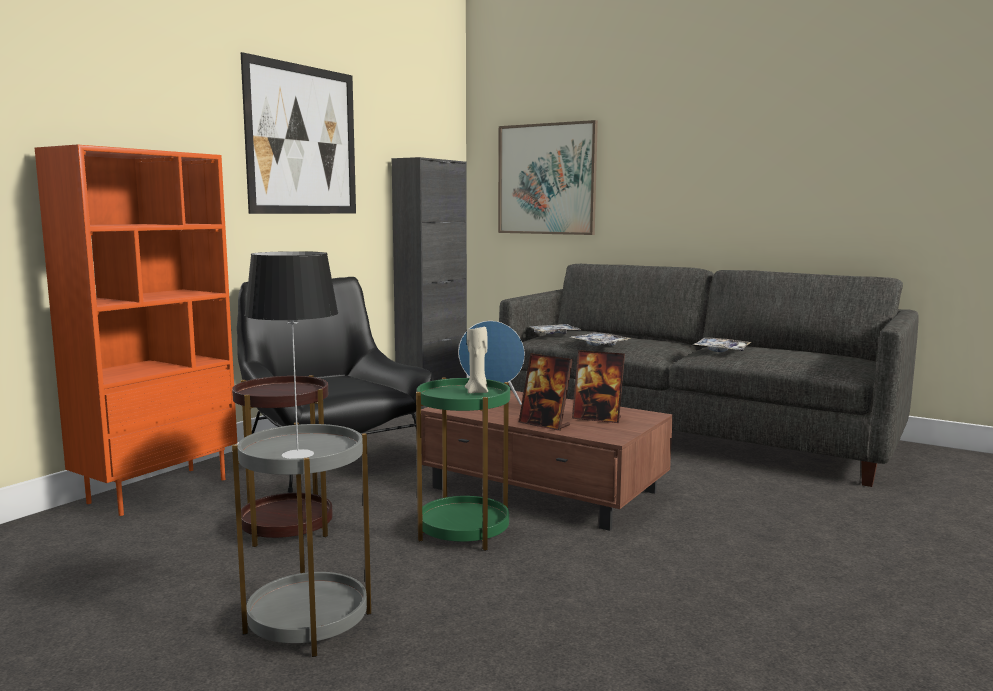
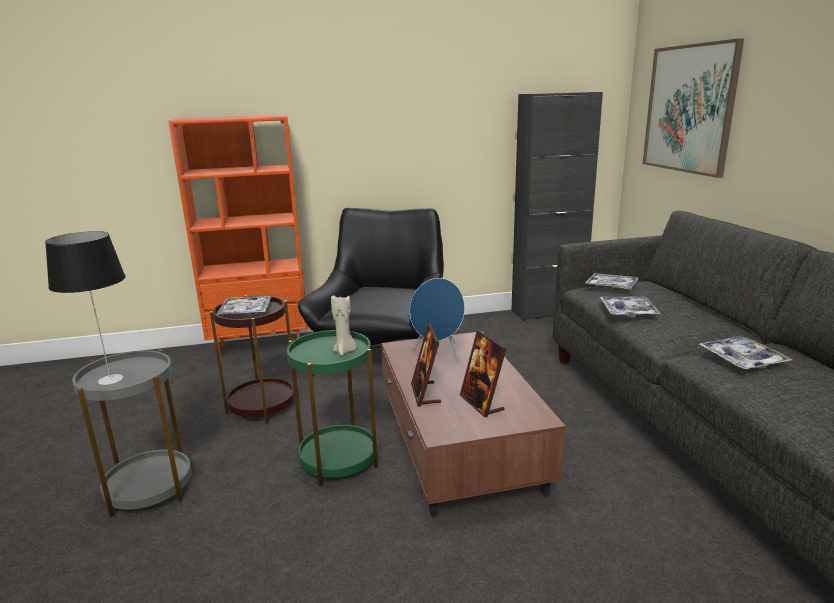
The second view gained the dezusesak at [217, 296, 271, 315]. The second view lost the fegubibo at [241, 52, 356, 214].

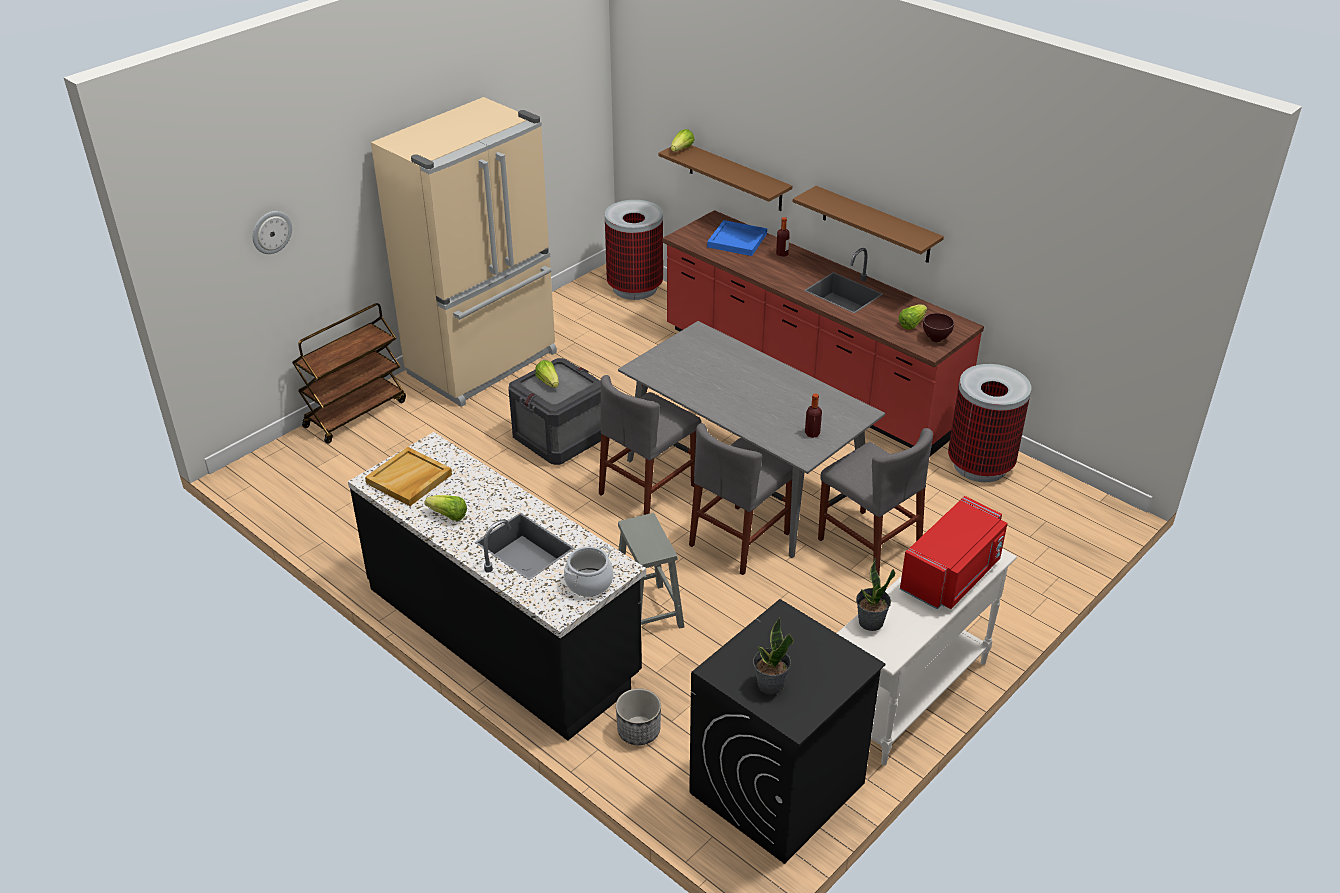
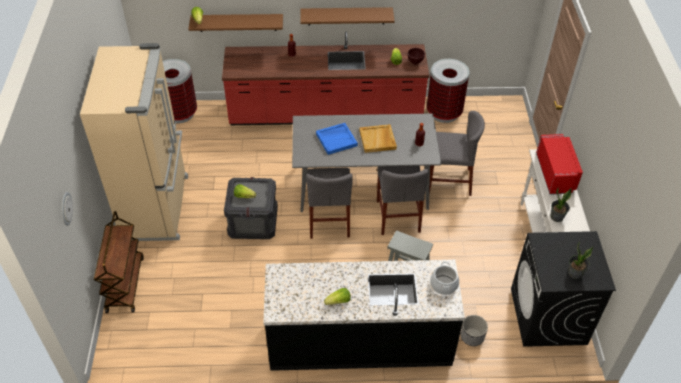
The dezusesak (blue) ended up elsewhere, having gone from [707, 220, 767, 256] to [316, 123, 358, 155]. The dezusesak (beige) ended up elsewhere, having gone from [365, 447, 452, 506] to [359, 124, 397, 153].

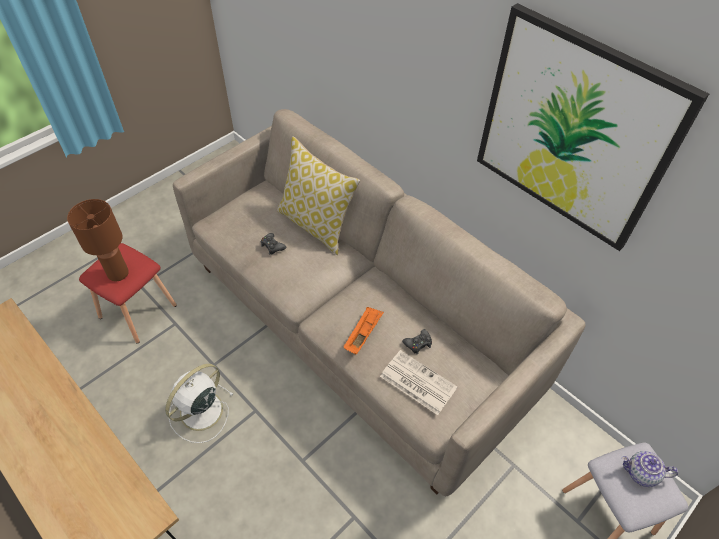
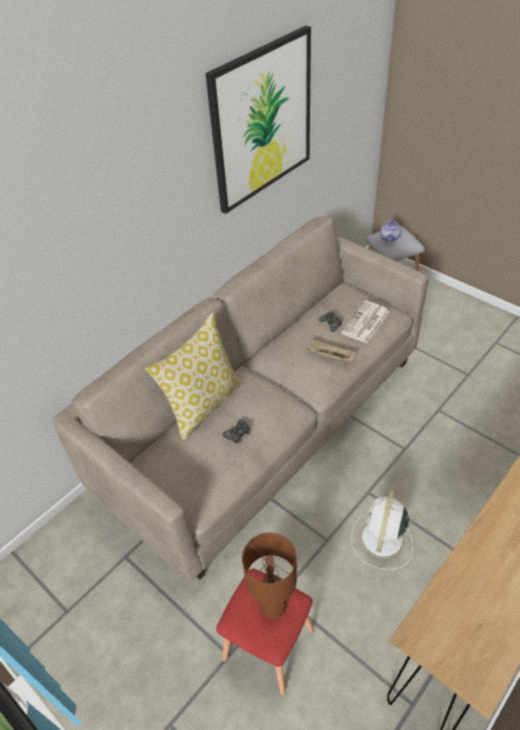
What was the dezusesak (orange) at [344, 307, 384, 355] turned into the dezusesak (beige) at [307, 339, 356, 361]. The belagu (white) at [165, 364, 234, 443] ended up facing another way, 75 degrees clockwise from before.

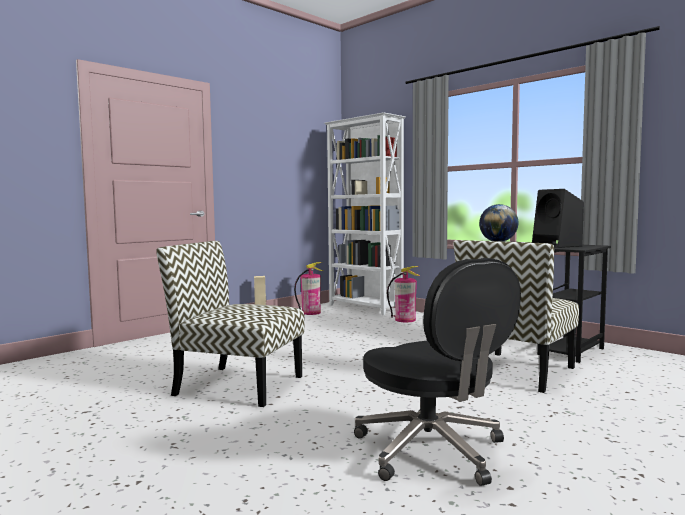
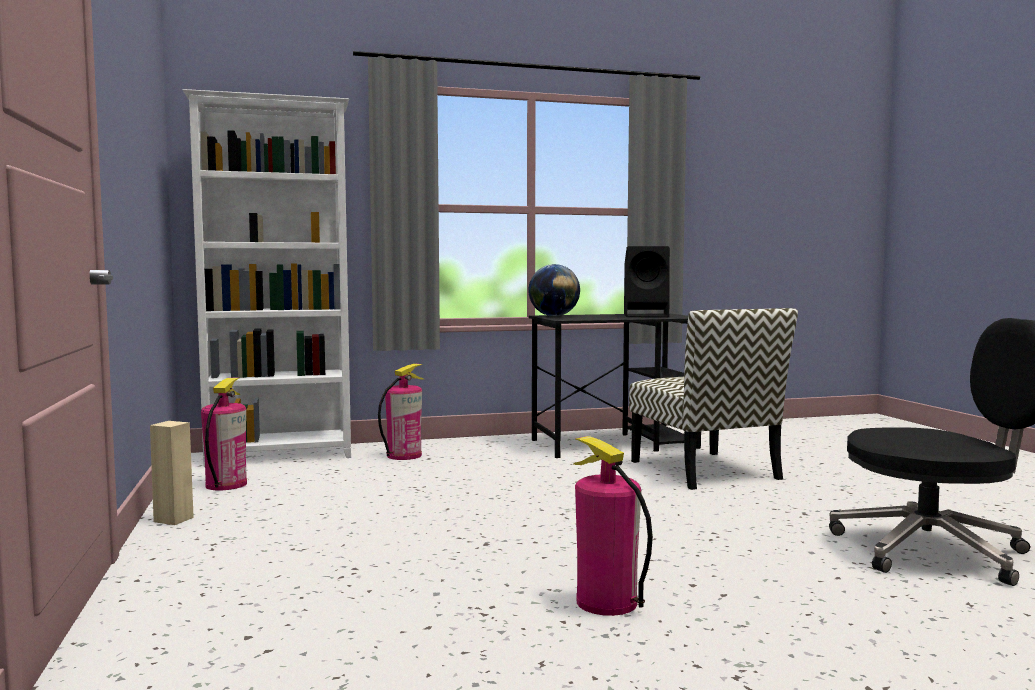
Where the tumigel stood at [156, 241, 305, 407], the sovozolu came to stand at [574, 436, 653, 616].

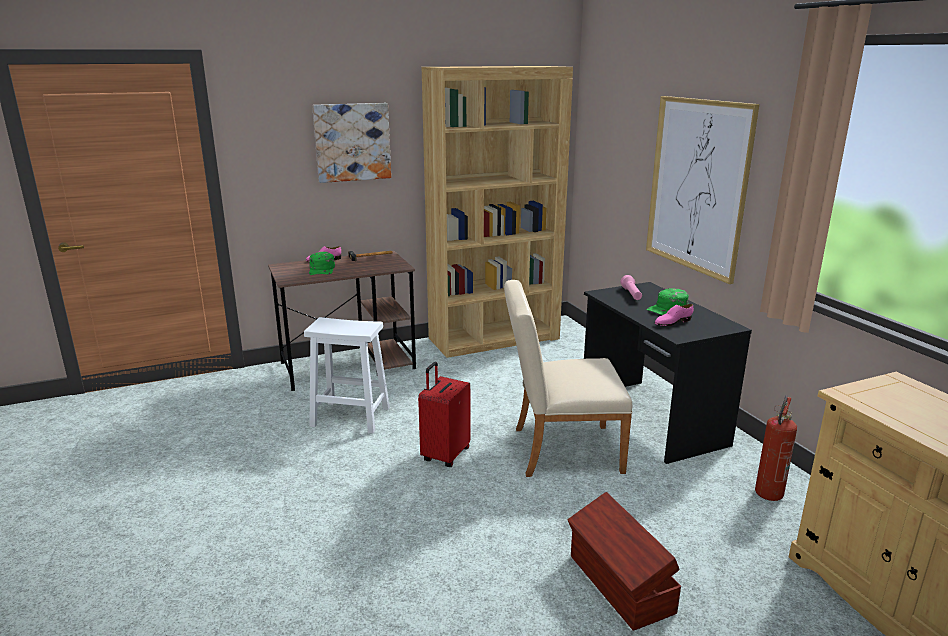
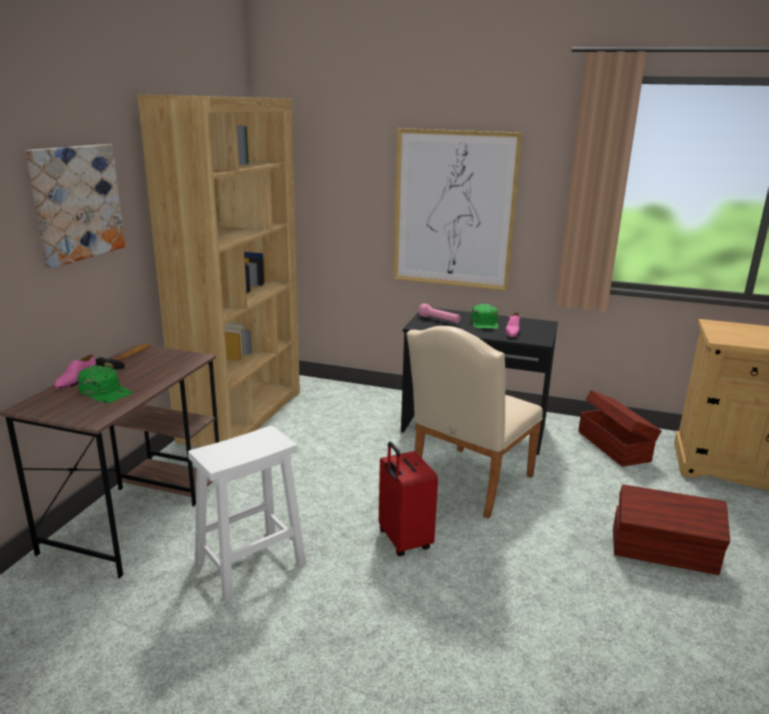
Where the sovozolu stood at [755, 395, 797, 501], the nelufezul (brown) came to stand at [578, 390, 661, 467].

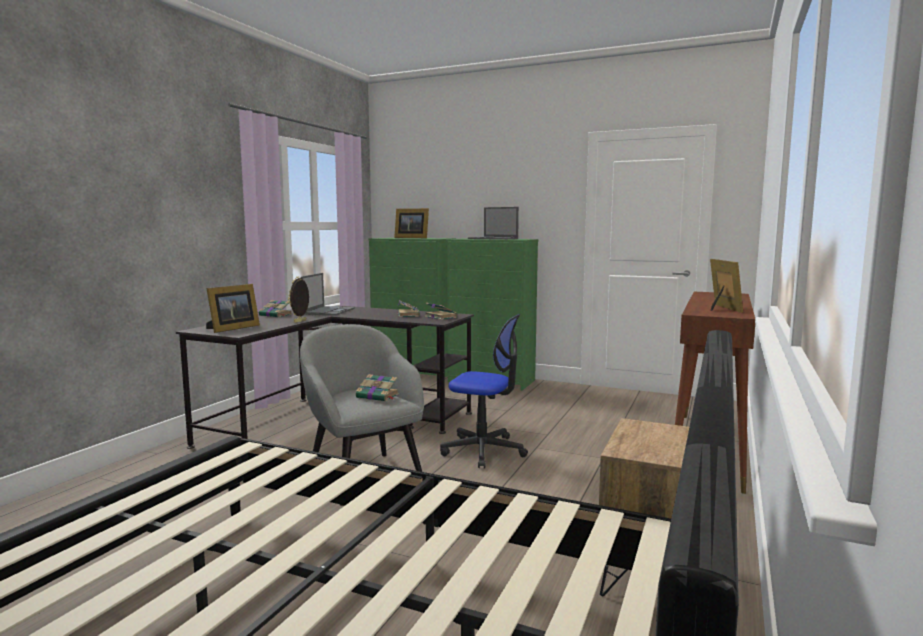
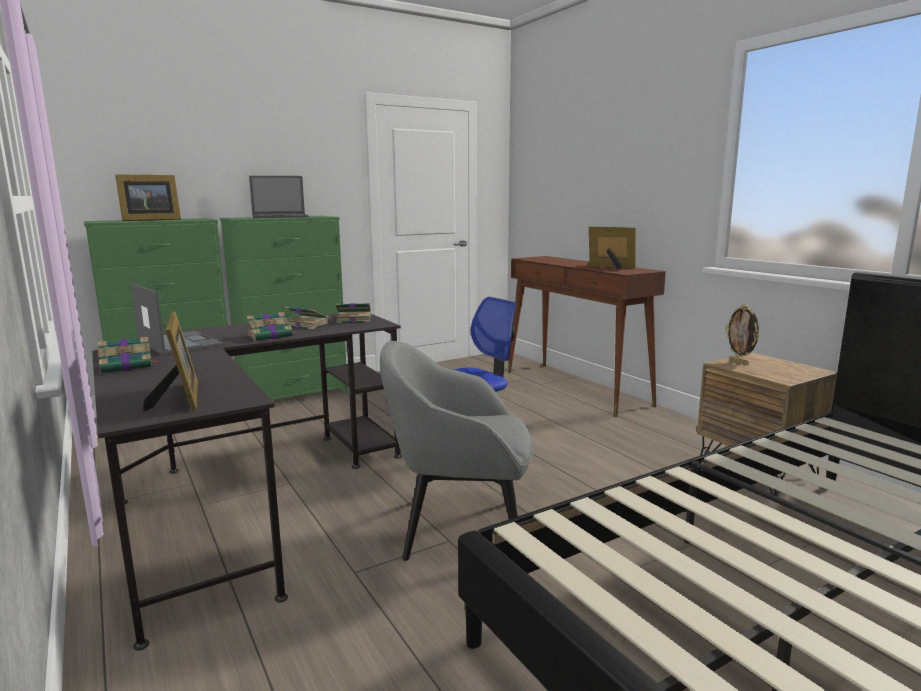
The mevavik ended up elsewhere, having gone from [356, 374, 399, 402] to [246, 312, 298, 341]. The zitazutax ended up elsewhere, having gone from [288, 277, 309, 323] to [725, 304, 760, 365].

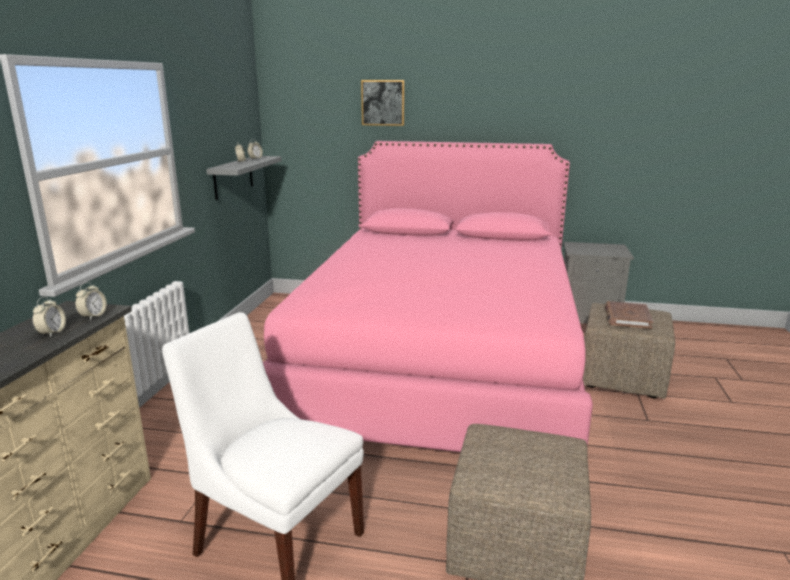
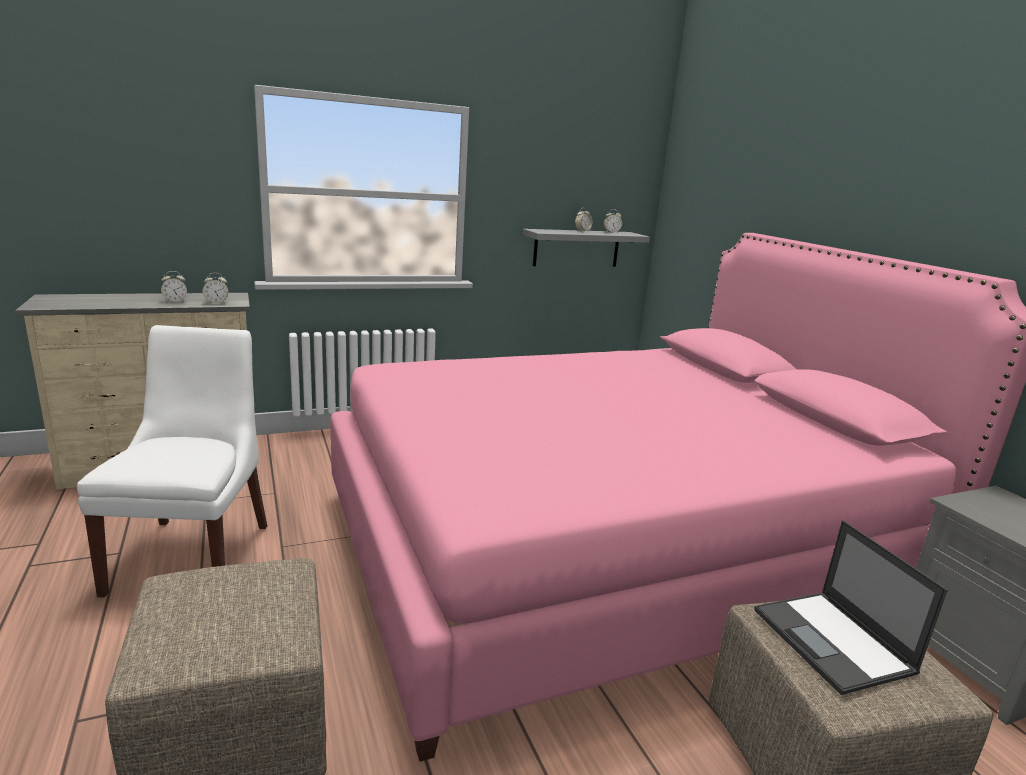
Where the mevavik (brown) stood at [605, 301, 653, 329], the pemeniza came to stand at [754, 520, 948, 695]. The second view lost the fegubibo at [361, 80, 404, 126].

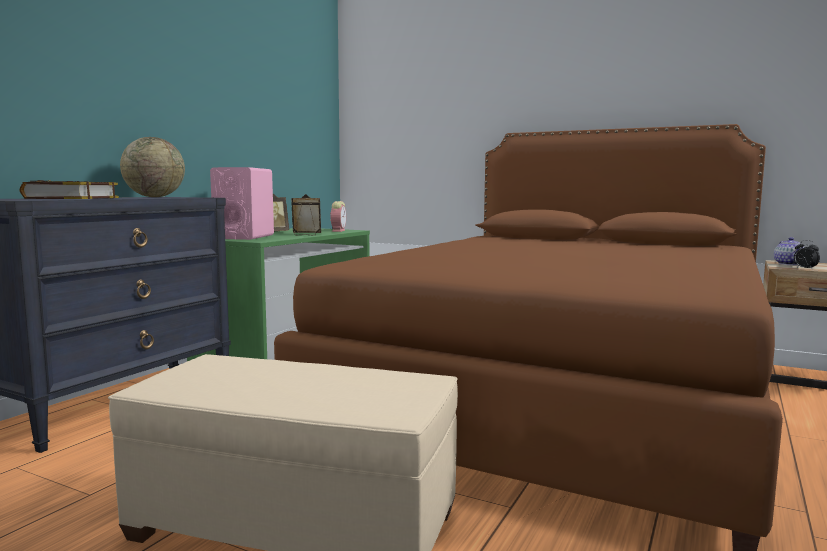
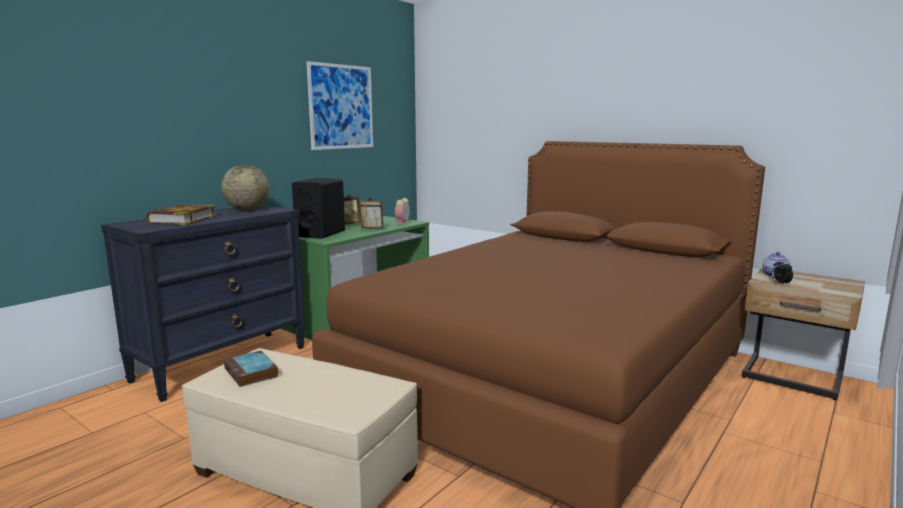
The second view gained the mevavik at [224, 351, 278, 387]. What was the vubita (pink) at [210, 167, 274, 240] turned into the vubita (black) at [292, 178, 345, 239]. The second view gained the fegubibo at [307, 61, 373, 150].

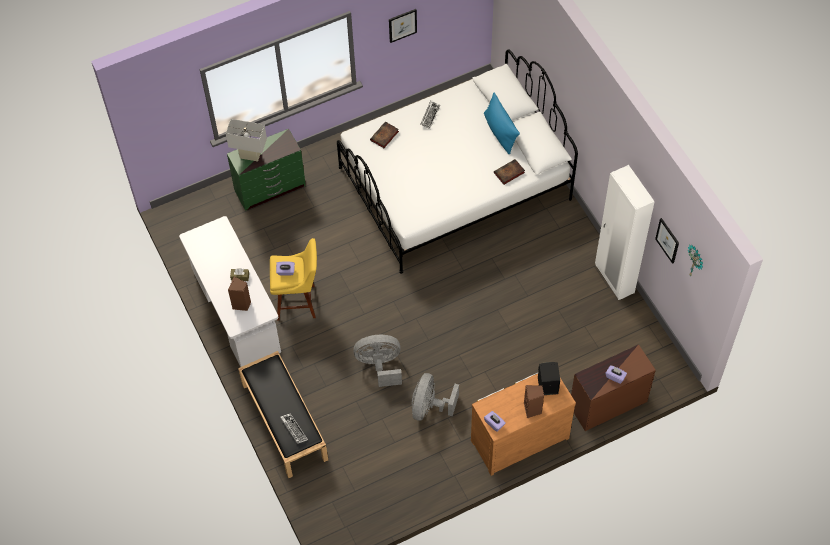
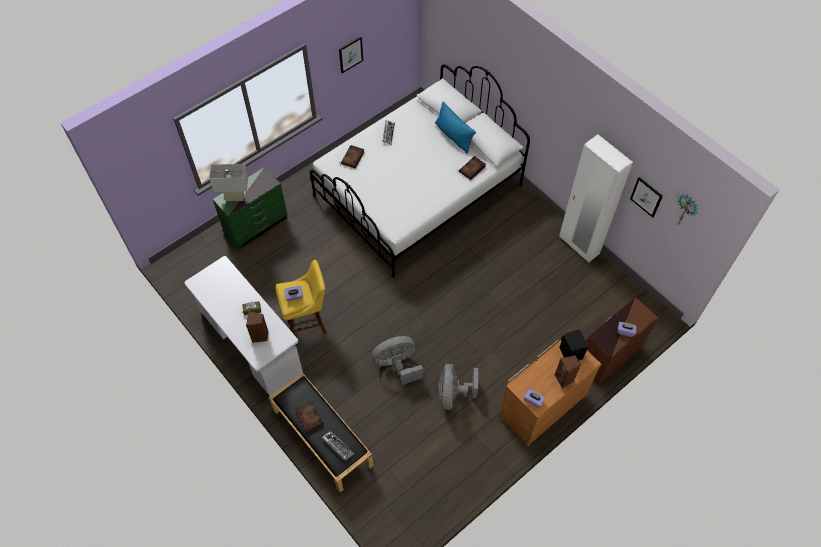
The second view gained the mevavik at [295, 401, 324, 433].

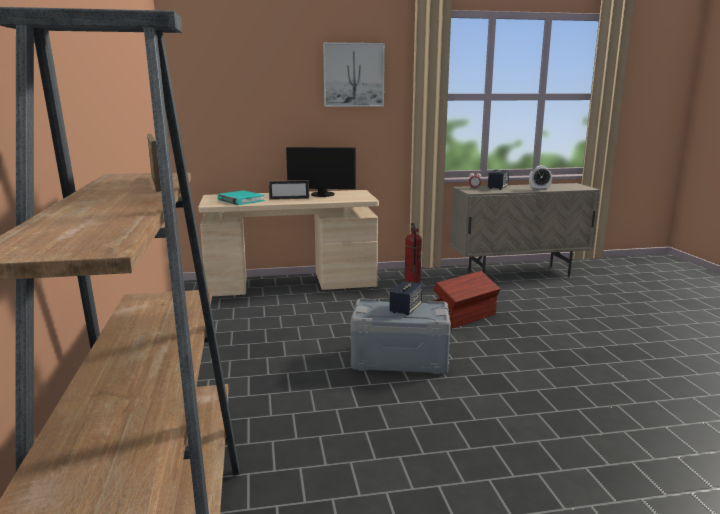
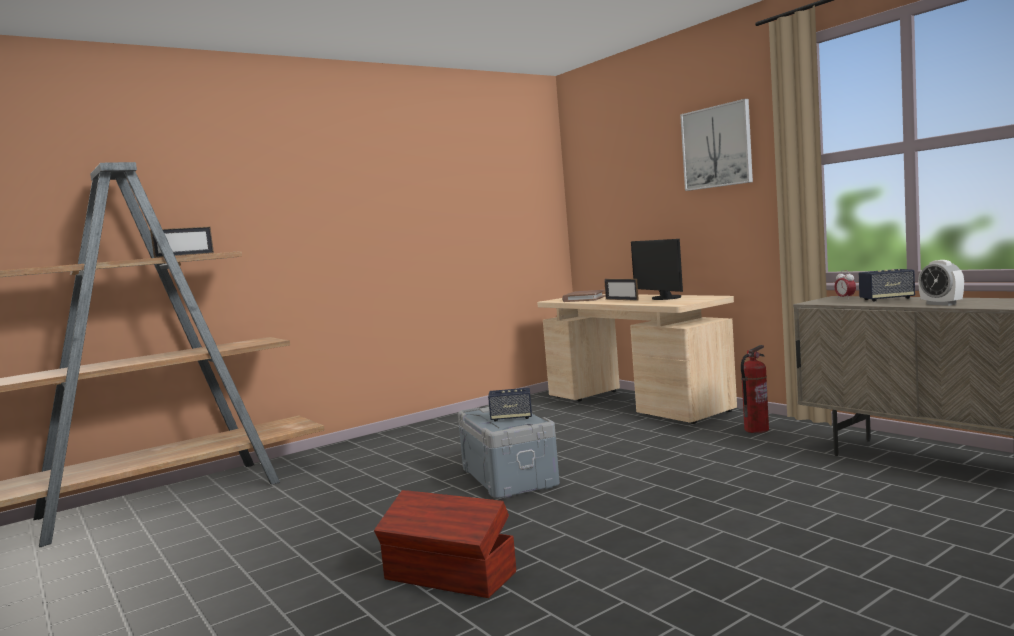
The nelufezul (brown) ended up elsewhere, having gone from [433, 271, 500, 329] to [374, 490, 516, 598]. What was the mevavik (turquoise) at [217, 190, 264, 205] turned into the mevavik (brown) at [562, 290, 606, 302].

